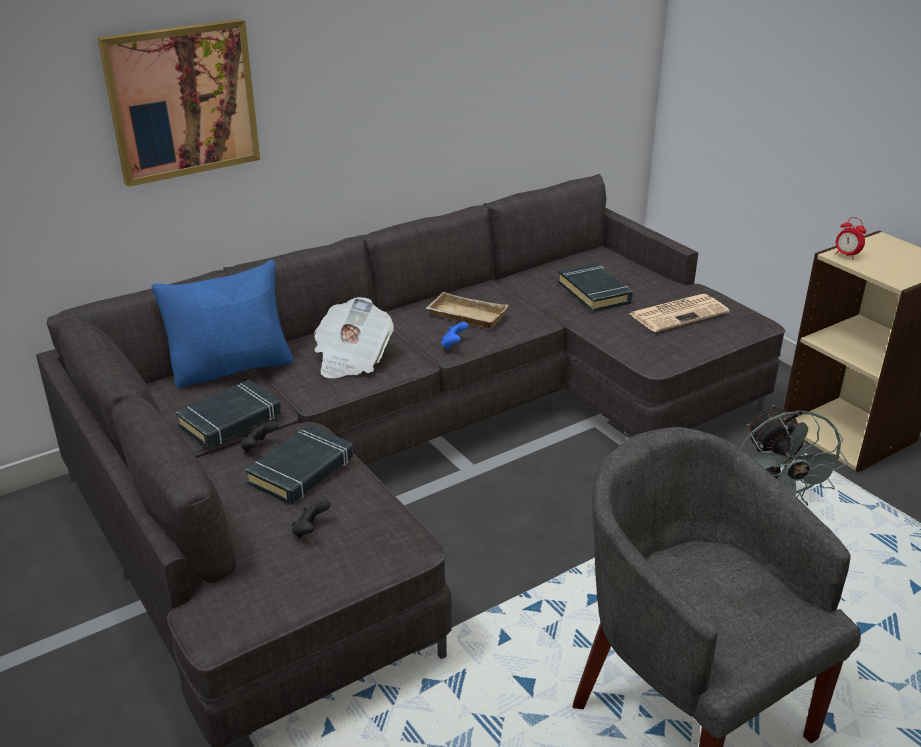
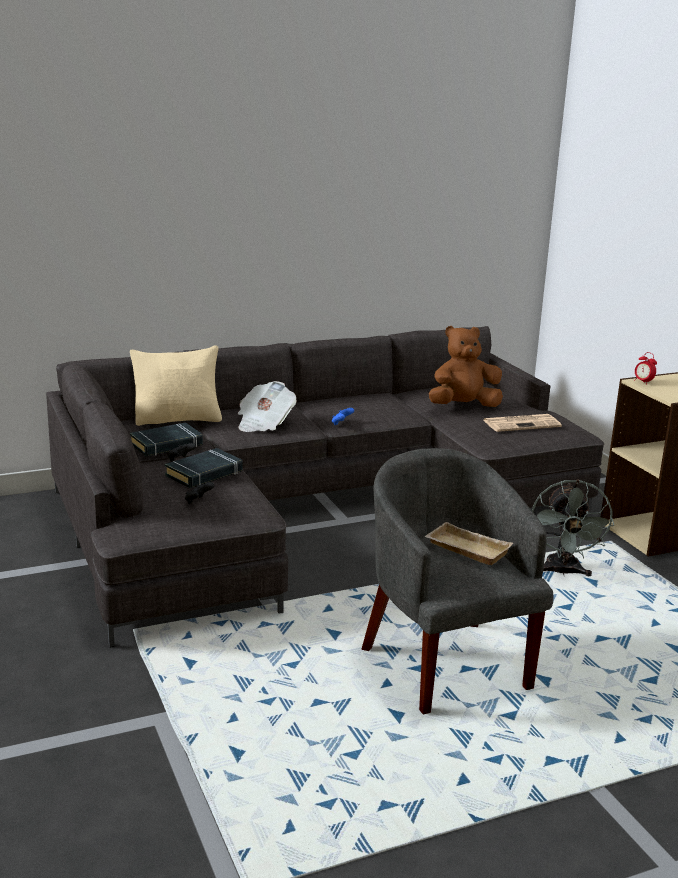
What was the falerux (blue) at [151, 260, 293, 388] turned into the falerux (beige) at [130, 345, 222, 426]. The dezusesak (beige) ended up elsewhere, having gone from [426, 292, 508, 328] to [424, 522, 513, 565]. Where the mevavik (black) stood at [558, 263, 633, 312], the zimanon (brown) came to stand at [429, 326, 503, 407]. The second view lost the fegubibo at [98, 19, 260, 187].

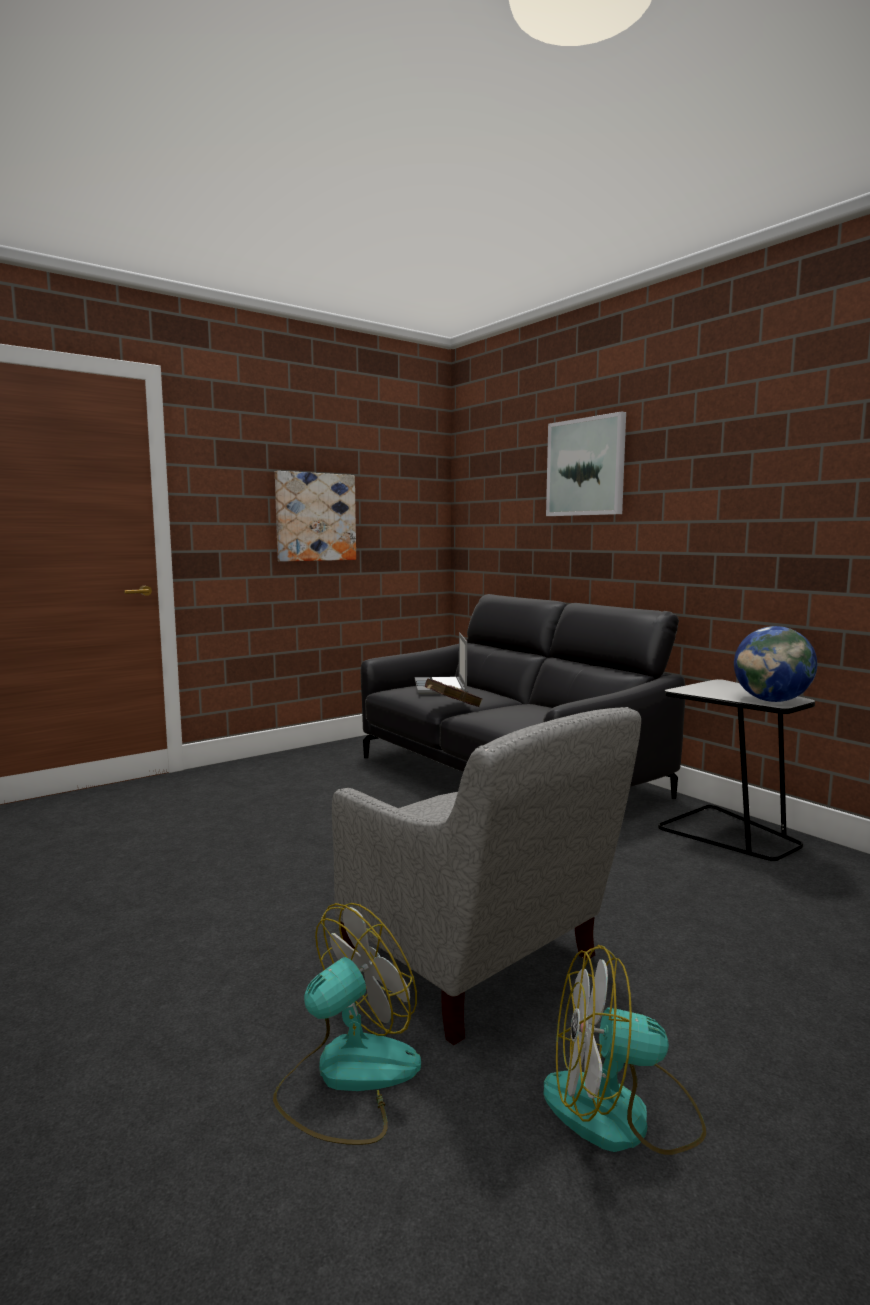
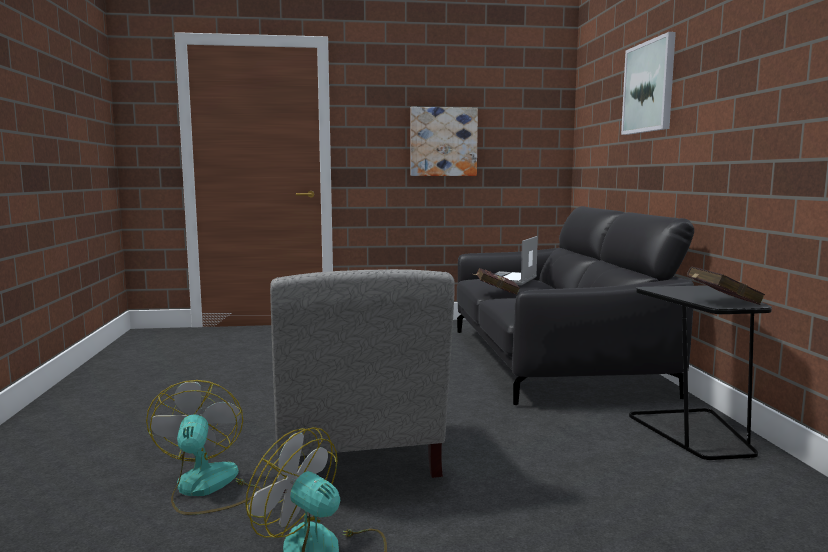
The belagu at [273, 903, 421, 1145] ended up facing another way, 90 degrees counterclockwise from before. Where the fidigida stood at [734, 626, 817, 702], the mevavik (red) came to stand at [687, 266, 765, 305].

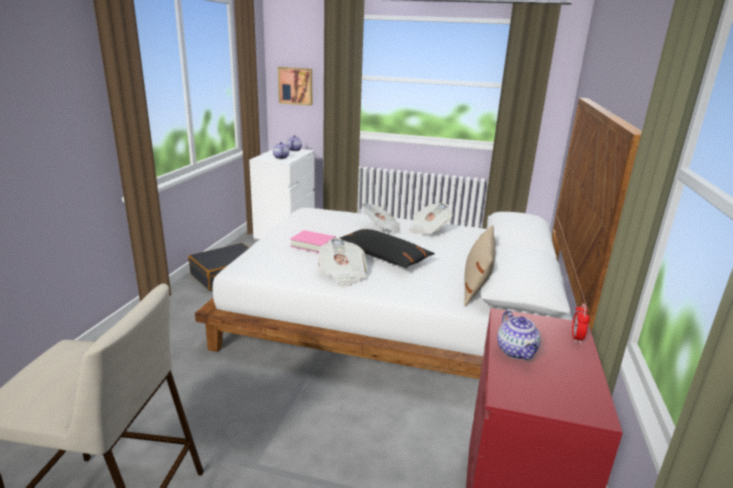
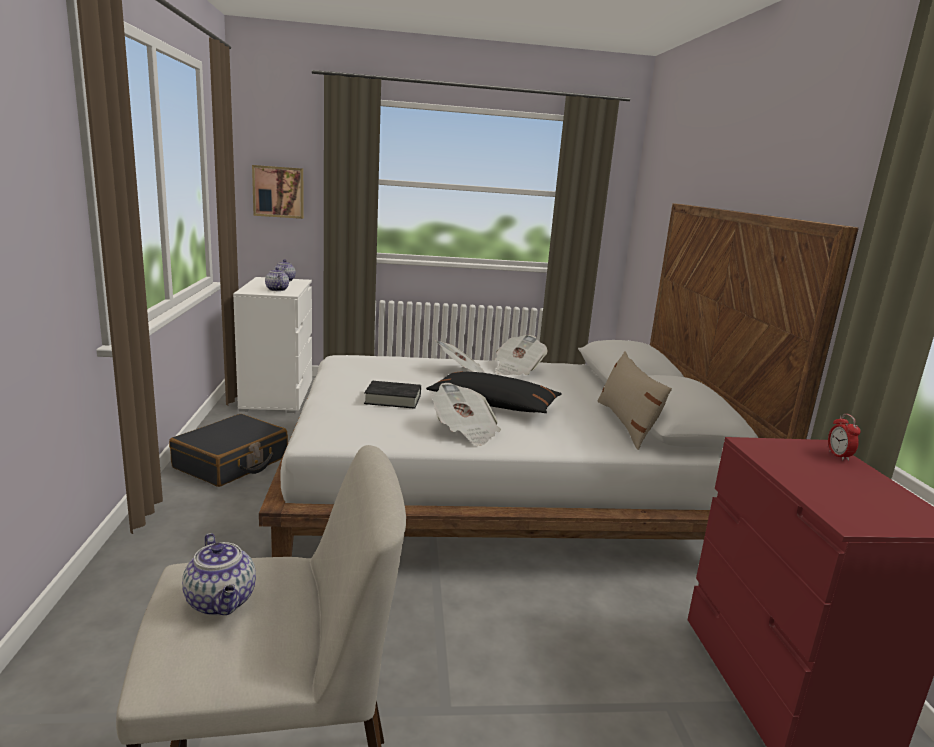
The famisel ended up elsewhere, having gone from [497, 310, 541, 360] to [182, 533, 256, 616]. What was the mevavik (pink) at [290, 230, 336, 253] turned into the mevavik (black) at [364, 381, 421, 409].

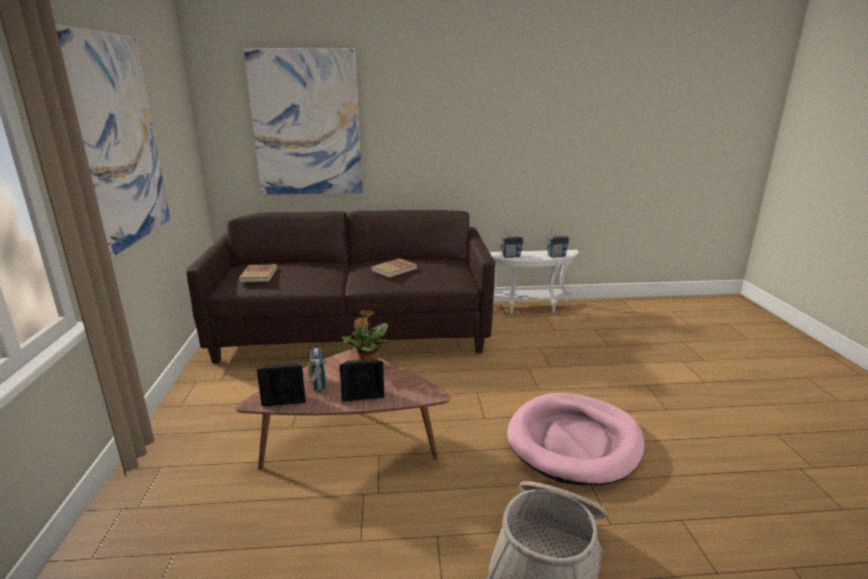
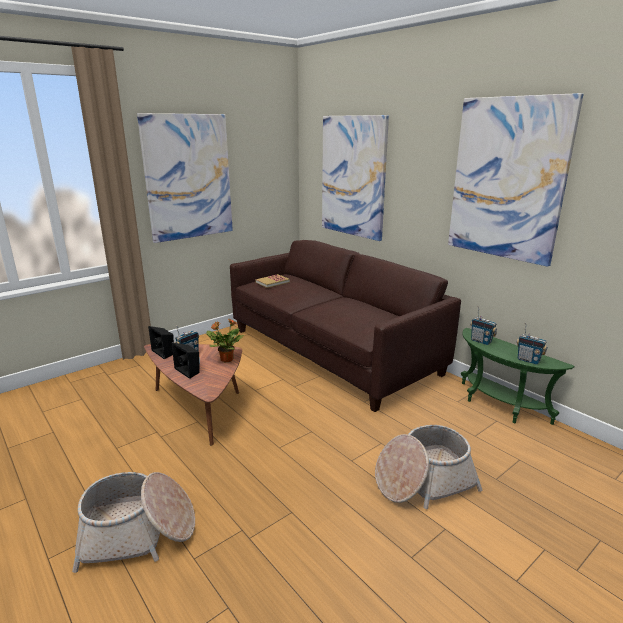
The second view gained the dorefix at [375, 425, 482, 509]. The second view gained the fegubibo at [448, 93, 584, 267]. What was the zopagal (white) at [490, 250, 579, 314] turned into the zopagal (green) at [461, 328, 575, 425]. The second view lost the mevavik at [371, 258, 417, 278]. The second view lost the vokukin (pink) at [507, 393, 644, 485].

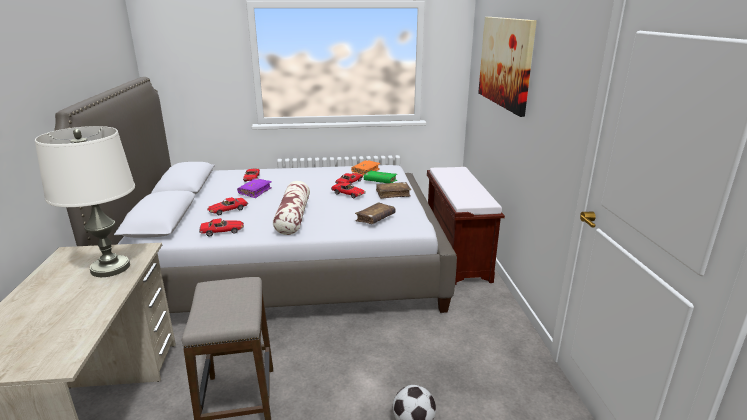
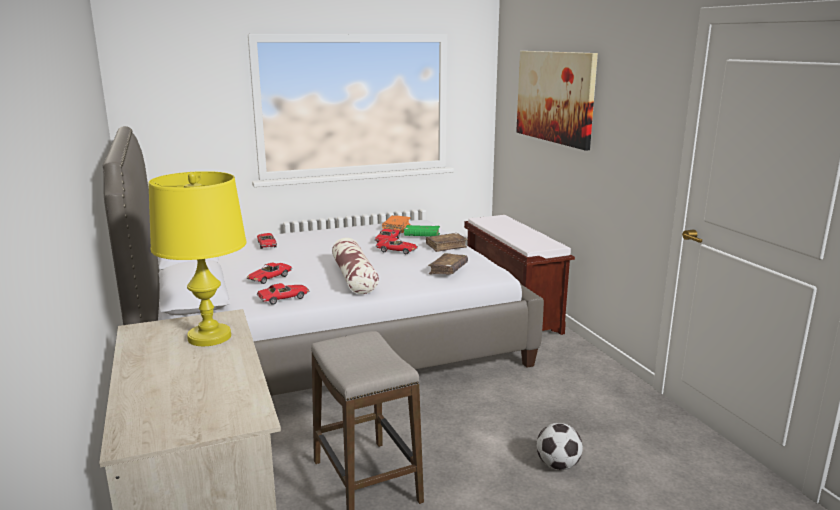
What was the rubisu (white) at [35, 126, 135, 277] turned into the rubisu (yellow) at [148, 171, 247, 346]. The second view lost the mevavik (purple) at [237, 178, 272, 198].

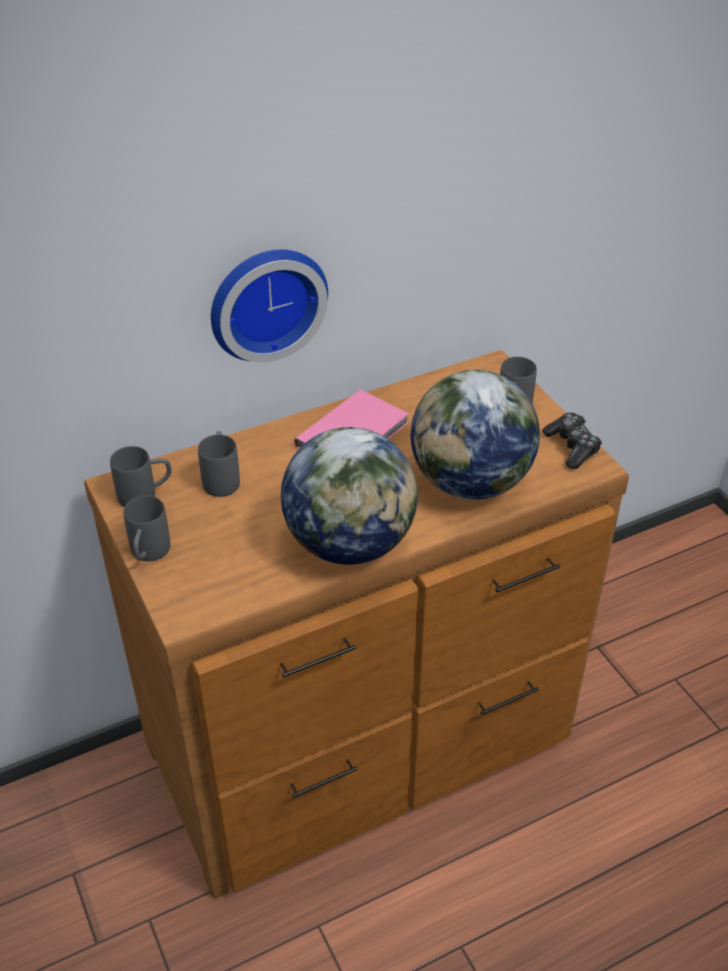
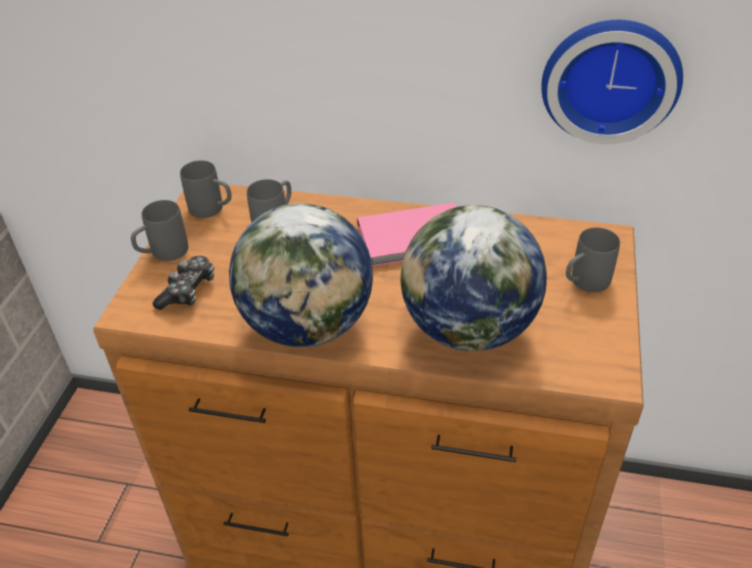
The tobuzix ended up elsewhere, having gone from [542, 413, 602, 469] to [152, 256, 214, 310]. The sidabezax ended up elsewhere, having gone from [211, 249, 328, 362] to [541, 20, 683, 144].

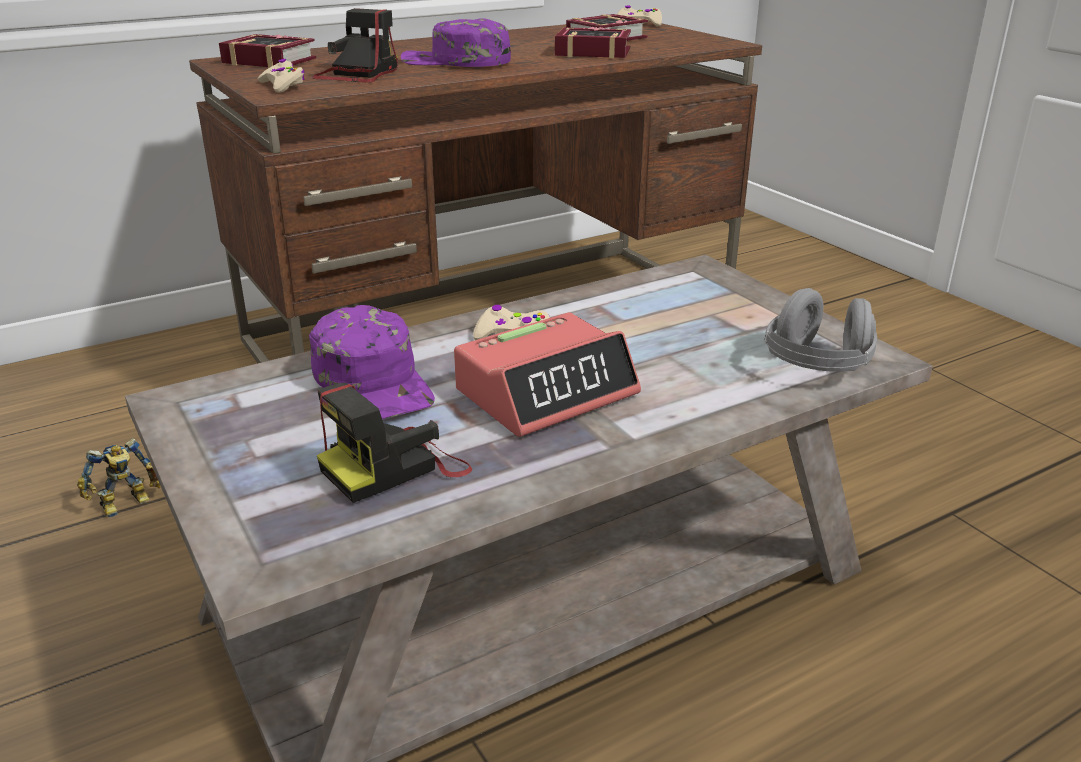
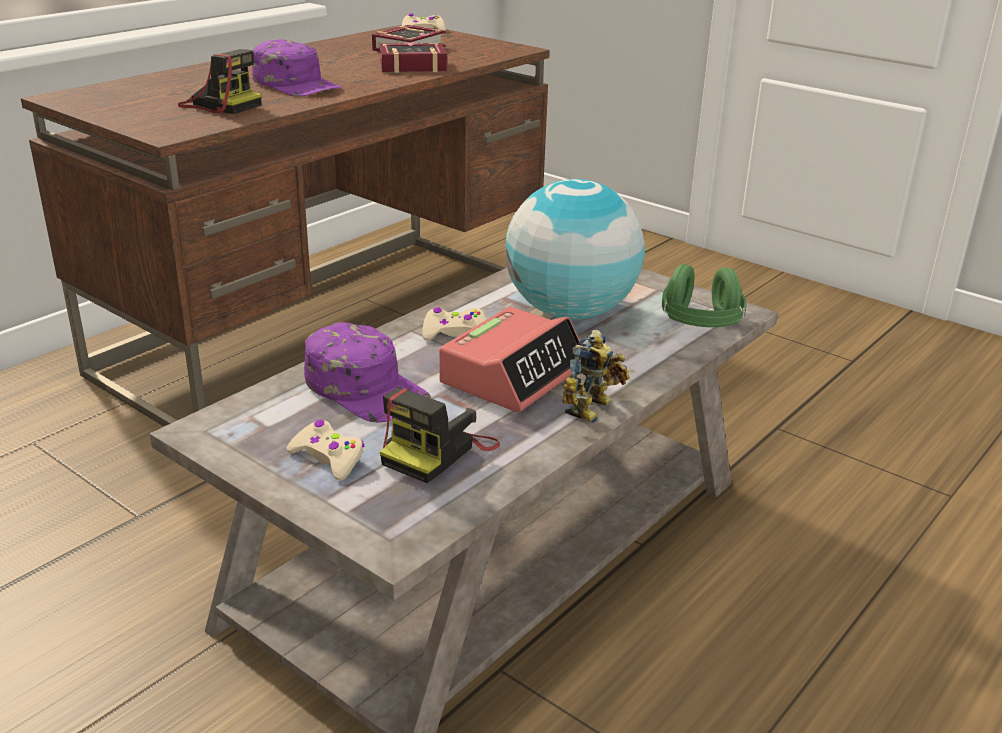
The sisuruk at [312, 8, 398, 83] ended up facing another way, 120 degrees clockwise from before. The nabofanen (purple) at [401, 18, 511, 67] ended up facing another way, 135 degrees counterclockwise from before. The tobuzix (beige) ended up elsewhere, having gone from [257, 59, 305, 93] to [287, 420, 365, 481]. The second view gained the fidigida at [505, 179, 645, 319]. The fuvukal ended up elsewhere, having gone from [77, 438, 161, 518] to [562, 330, 630, 423]. What was the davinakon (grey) at [764, 288, 877, 372] turned into the davinakon (green) at [662, 264, 746, 327]. The second view lost the mevavik at [219, 34, 316, 68].

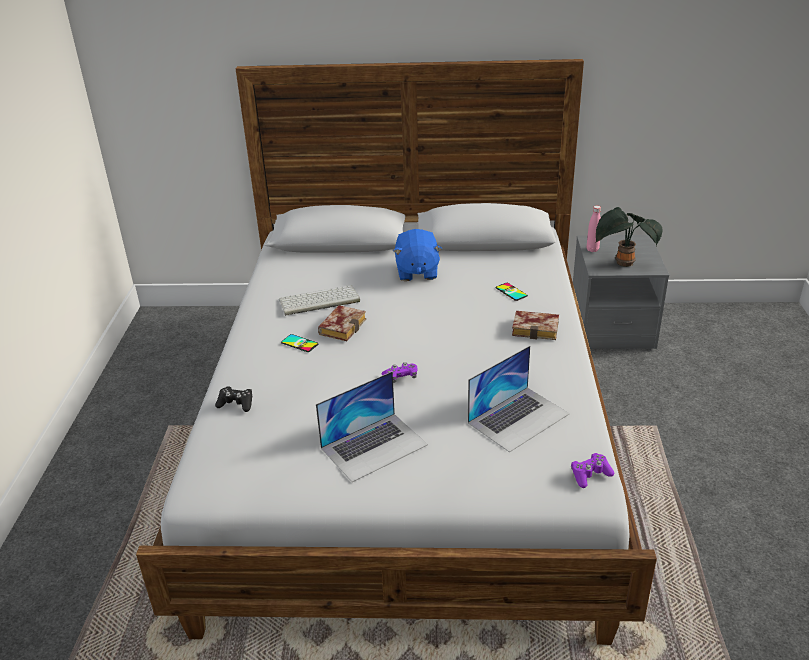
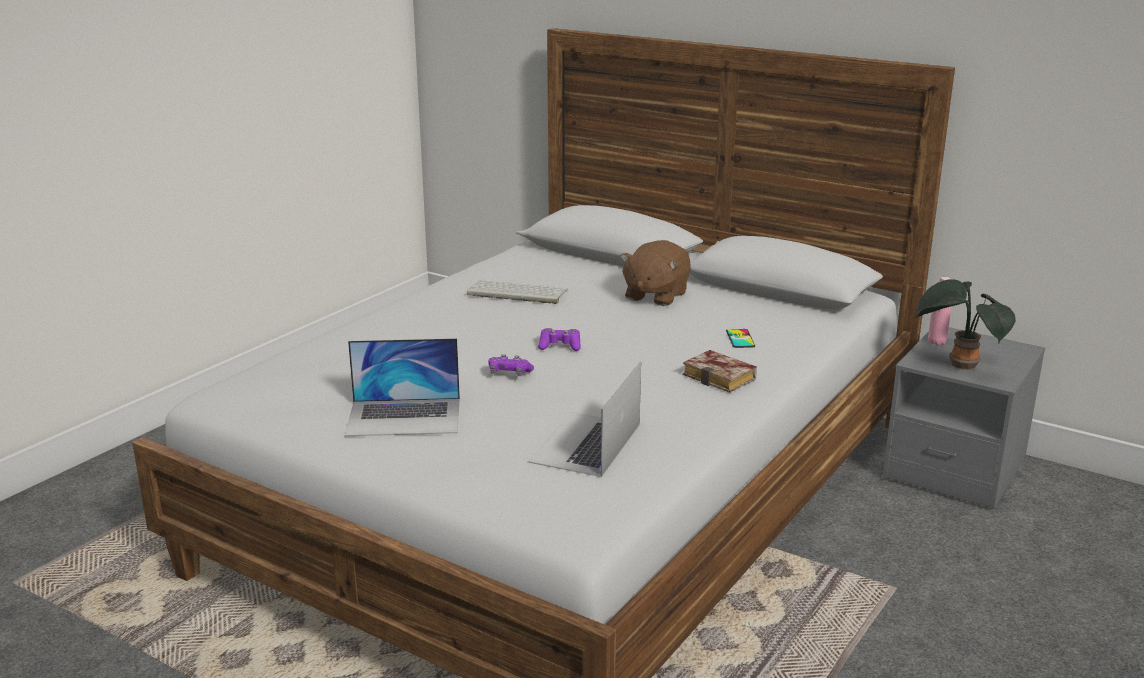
The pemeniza at [468, 346, 570, 452] ended up facing another way, 120 degrees clockwise from before. The tobuzix (purple) ended up elsewhere, having gone from [571, 453, 614, 488] to [538, 328, 581, 351]. What was the zimanon (blue) at [393, 229, 442, 281] turned into the zimanon (brown) at [620, 240, 691, 306]. The second view lost the tobuzix (black) at [215, 386, 252, 412]. The second view lost the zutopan at [281, 334, 318, 352]. The second view lost the mevavik at [318, 305, 366, 341].

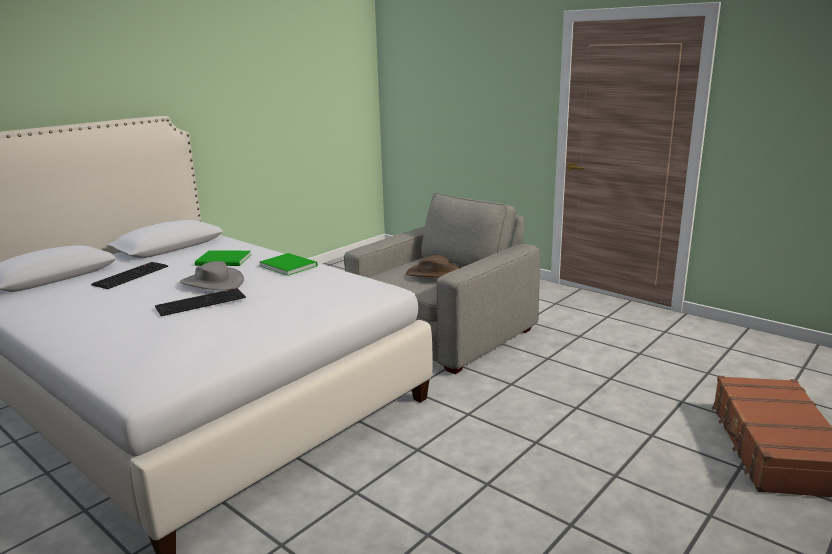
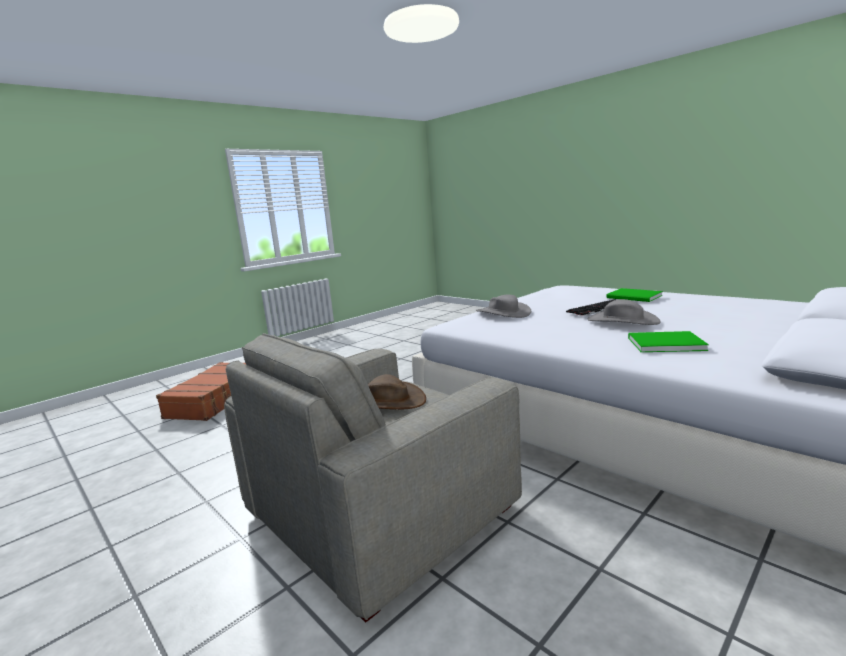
The second view gained the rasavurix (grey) at [476, 295, 531, 318]. The mevavik (green) ended up elsewhere, having gone from [260, 253, 318, 276] to [607, 288, 663, 302]. The second view lost the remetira at [91, 262, 168, 289].

